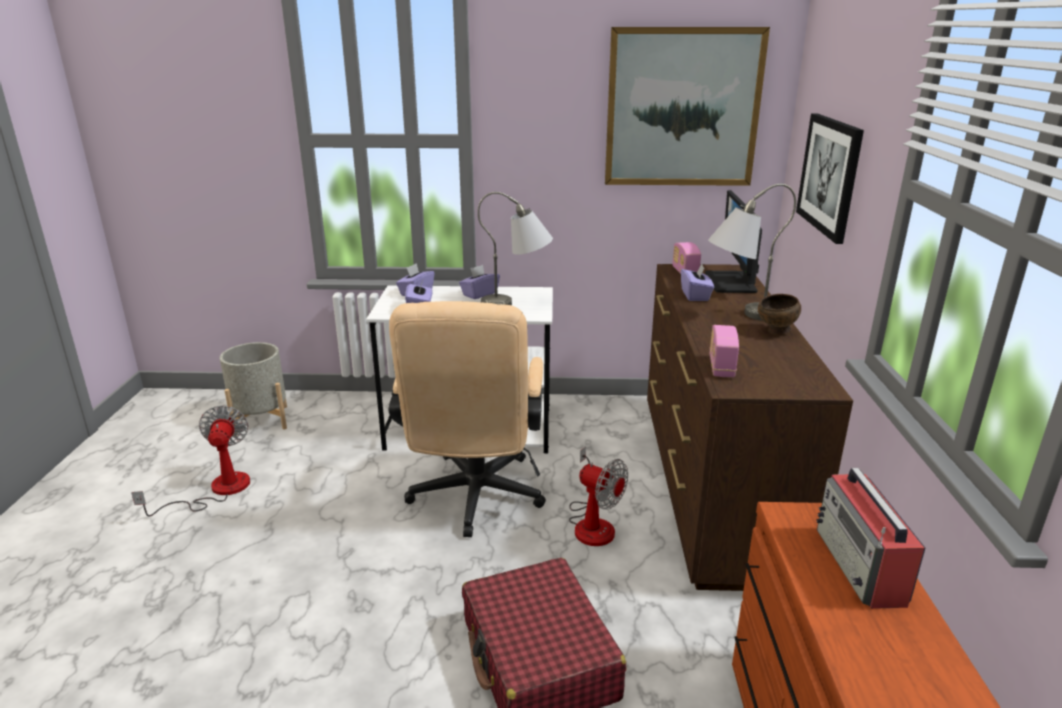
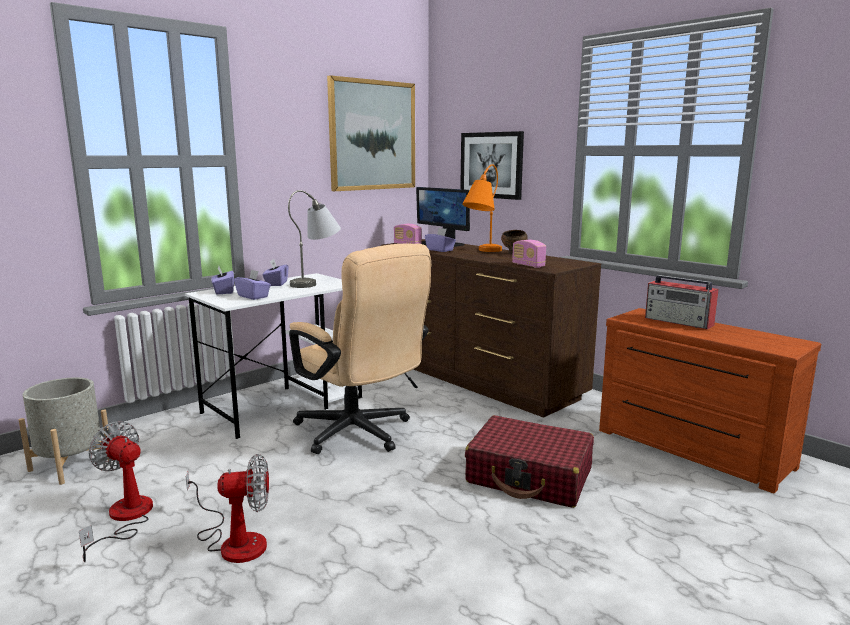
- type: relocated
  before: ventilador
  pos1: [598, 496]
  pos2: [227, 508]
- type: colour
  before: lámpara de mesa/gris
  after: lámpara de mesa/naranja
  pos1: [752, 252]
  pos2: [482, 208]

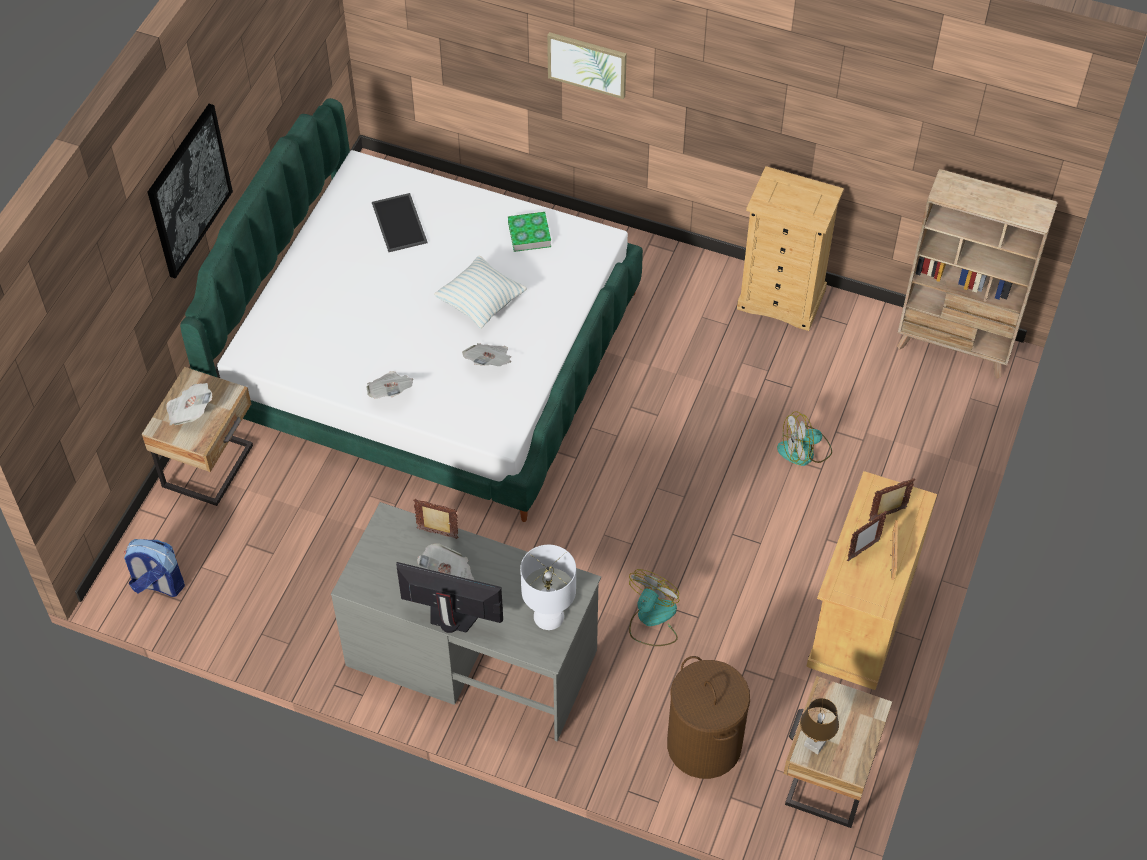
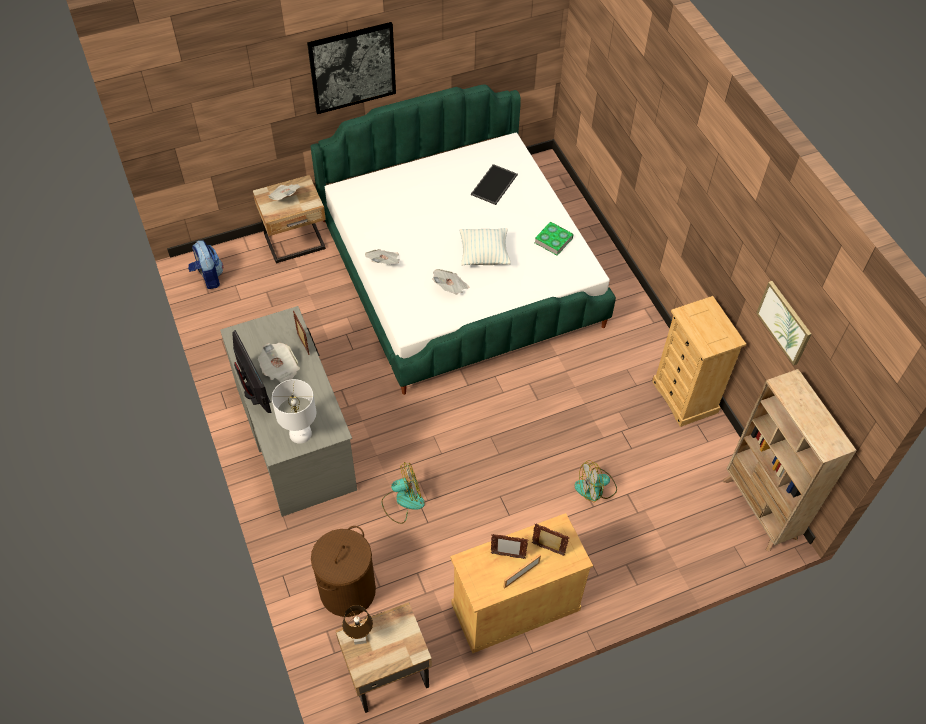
- type: spun
  before: ventilador
  pos1: [804, 438]
  pos2: [595, 481]
  turn: -45
- type: relocated
  before: cuadro
  pos1: [587, 65]
  pos2: [783, 323]

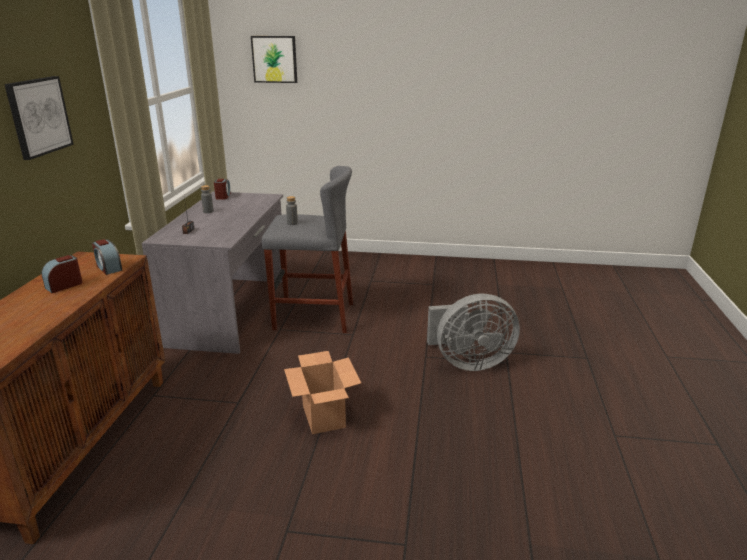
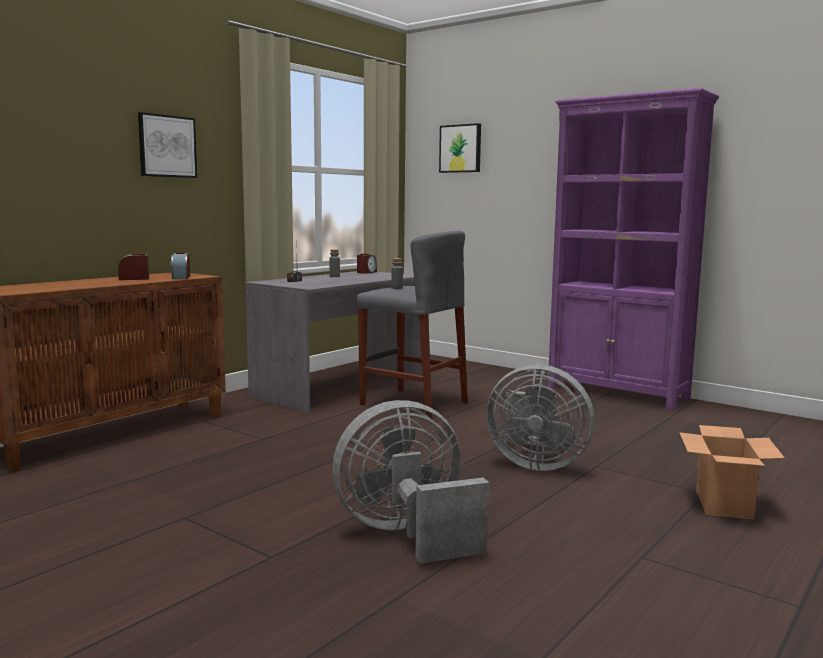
- type: appeared
  after: ventilador/gris
  pos2: [410, 482]
- type: appeared
  after: estantería/morado
  pos2: [633, 249]
- type: relocated
  before: caja de cartón
  pos1: [322, 392]
  pos2: [732, 472]

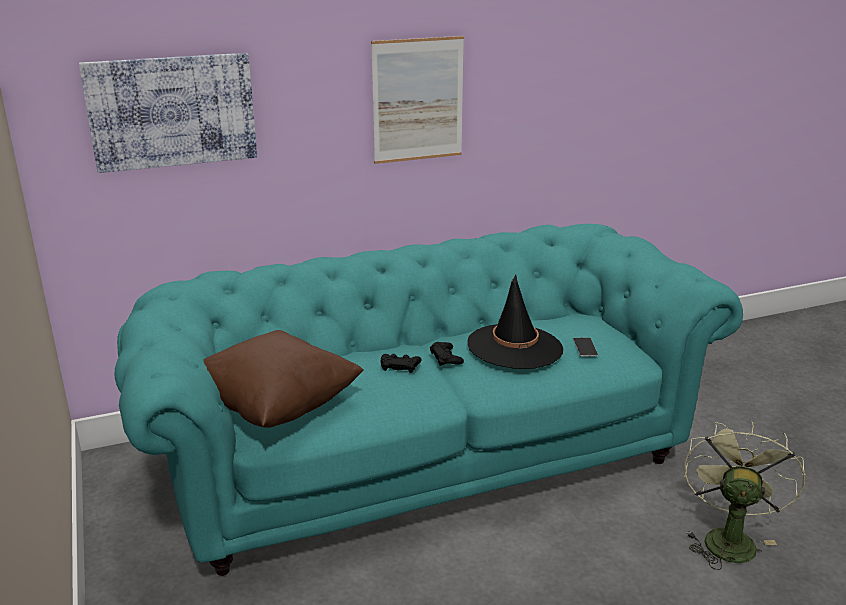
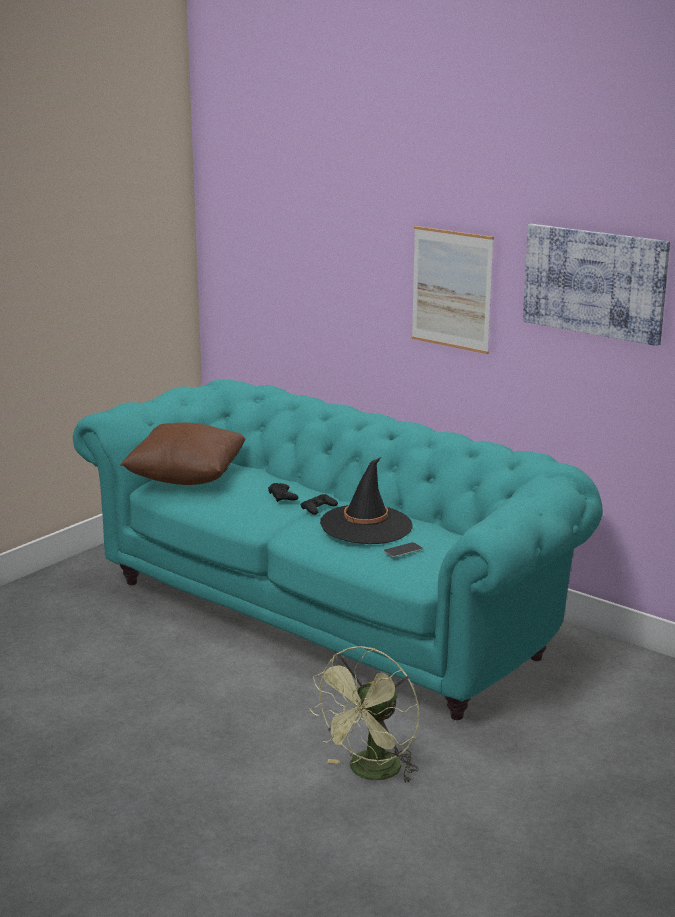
- type: spun
  before: ventilador/verde
  pos1: [744, 495]
  pos2: [364, 715]
  turn: 135
- type: relocated
  before: cuadro
  pos1: [168, 113]
  pos2: [596, 285]

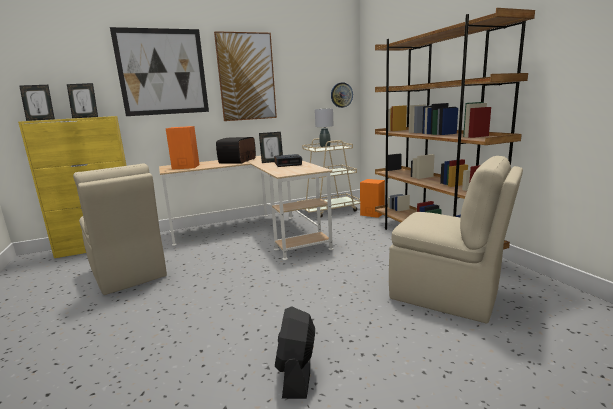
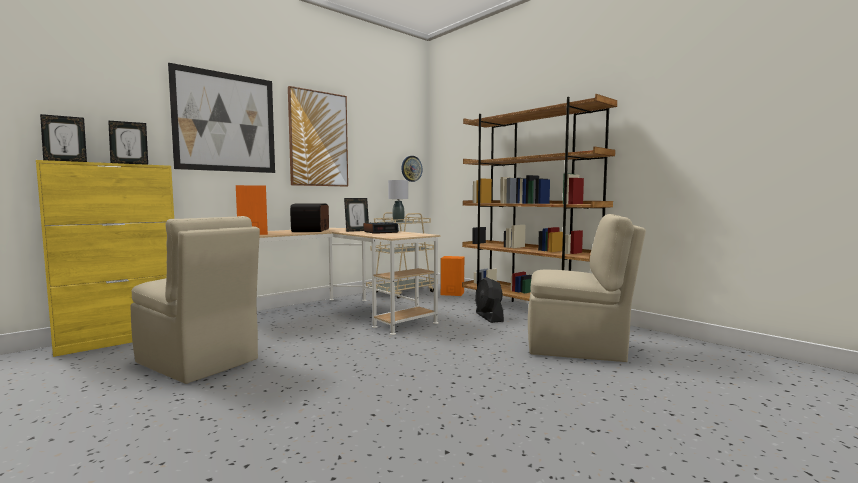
- type: relocated
  before: ventilador/negro
  pos1: [295, 352]
  pos2: [489, 300]

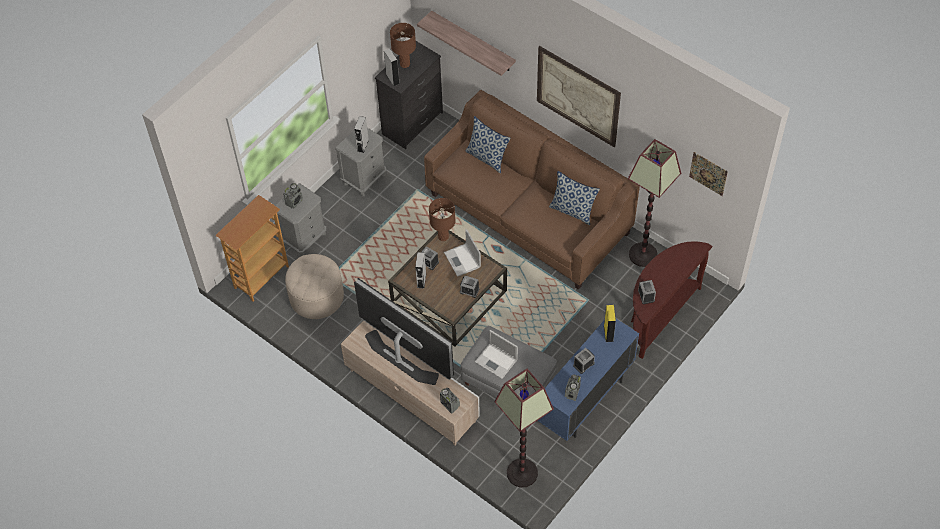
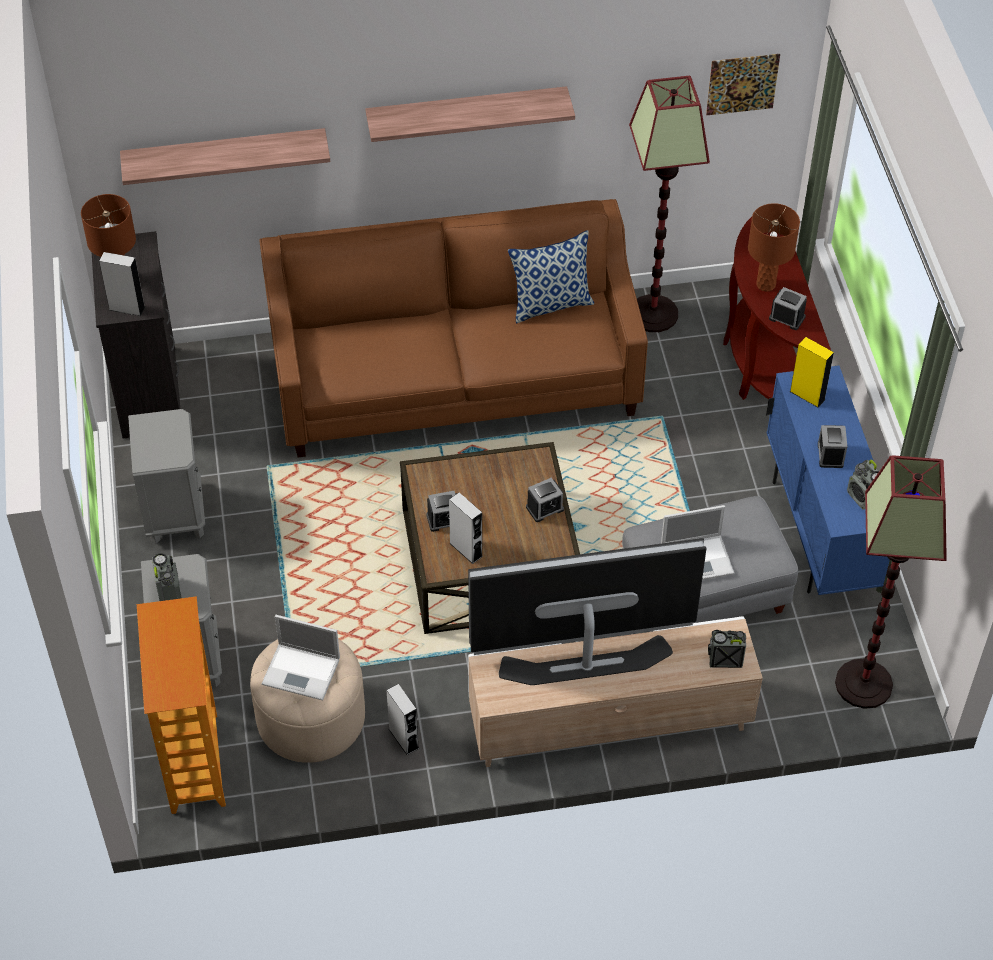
- type: relocated
  before: portátil
  pos1: [462, 253]
  pos2: [301, 658]
- type: exchanged
  before: cuadro
  after: estante
  pos1: [579, 96]
  pos2: [470, 114]
- type: relocated
  before: altavoz/gris
  pos1: [361, 134]
  pos2: [402, 719]
- type: relocated
  before: lámpara de mesa/marrón
  pos1: [442, 219]
  pos2: [774, 247]
- type: missing
  before: cojín
  pos1: [488, 144]

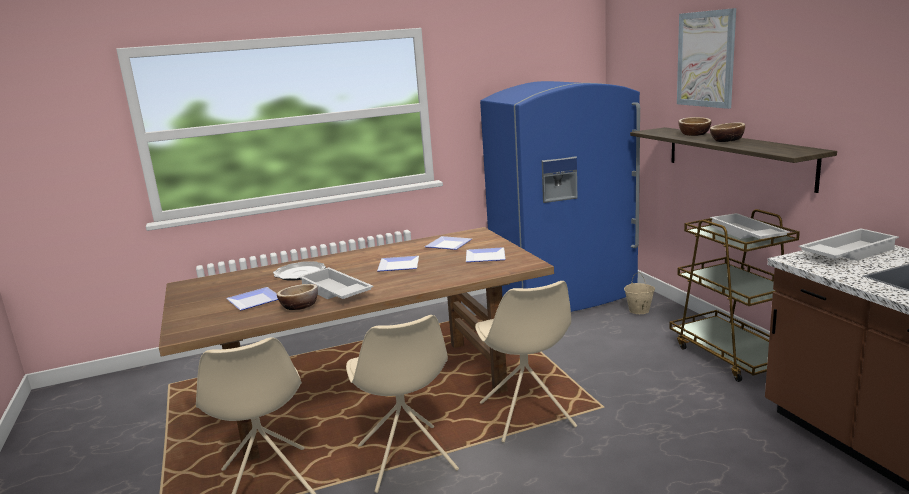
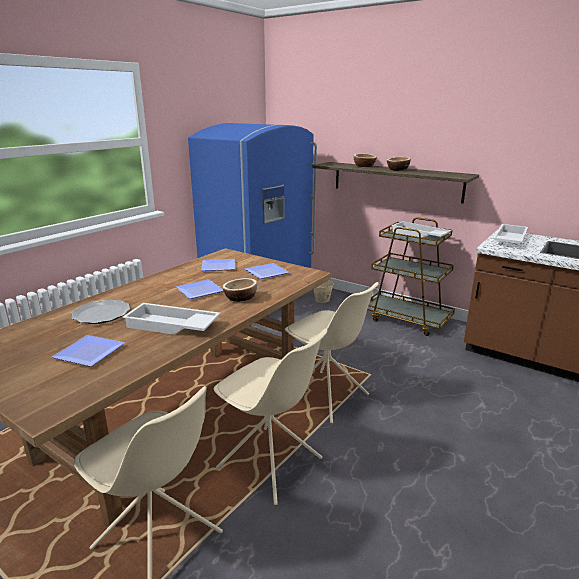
- type: relocated
  before: cuenco
  pos1: [297, 297]
  pos2: [240, 290]
- type: missing
  before: cuadro
  pos1: [706, 58]

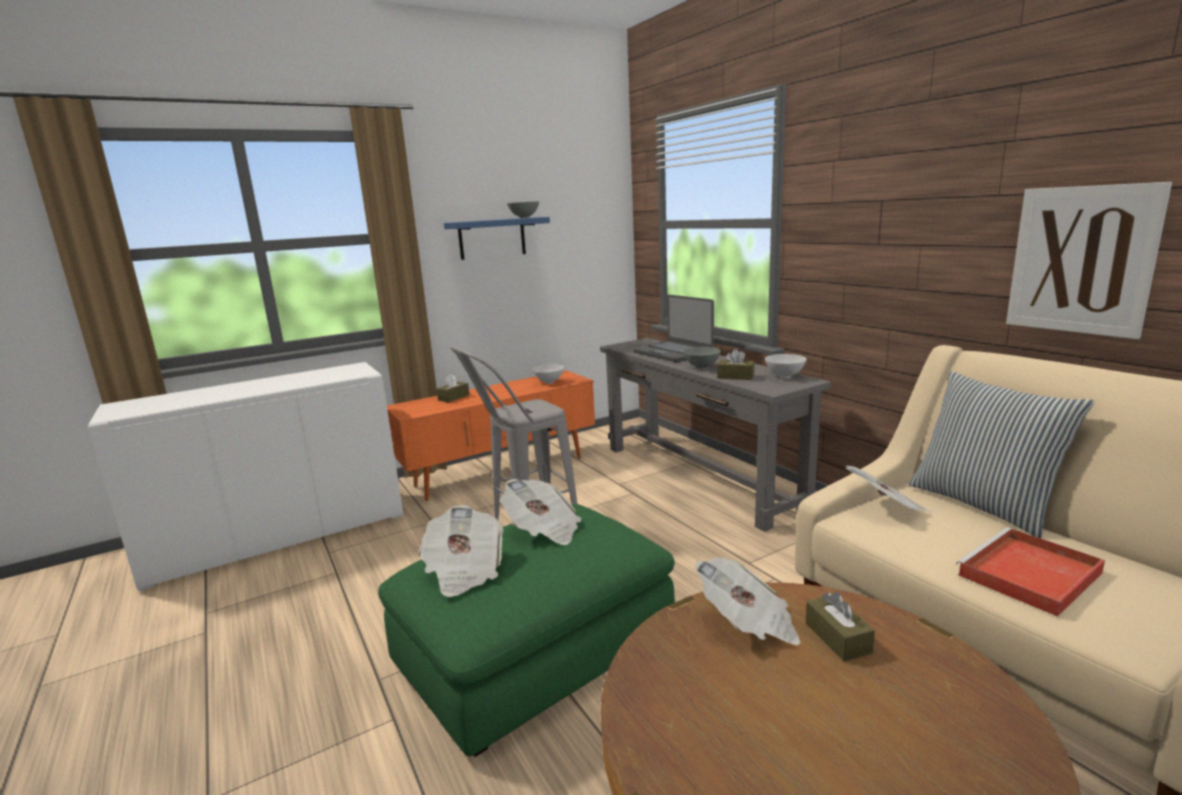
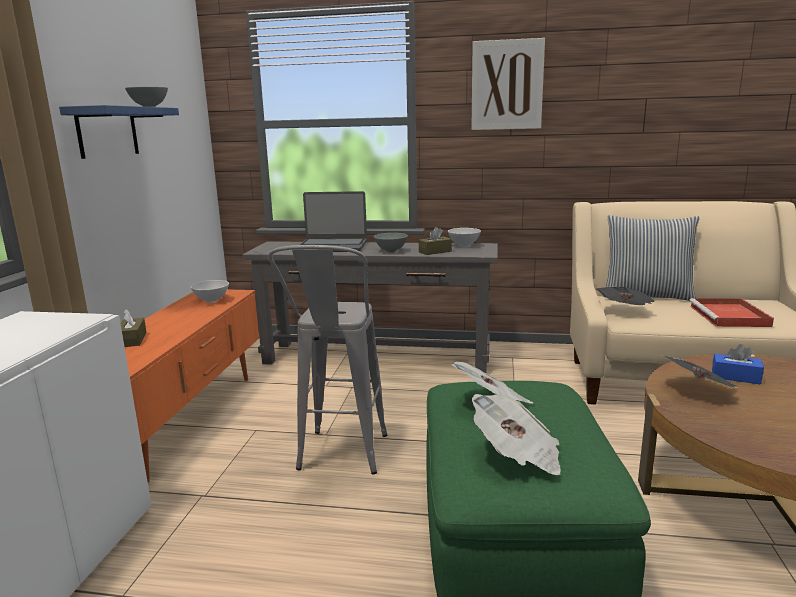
- type: relocated
  before: cuadro
  pos1: [1089, 260]
  pos2: [508, 84]
- type: colour
  before: caja de pañuelos/marrón
  after: caja de pañuelos/azul
  pos1: [840, 627]
  pos2: [738, 364]

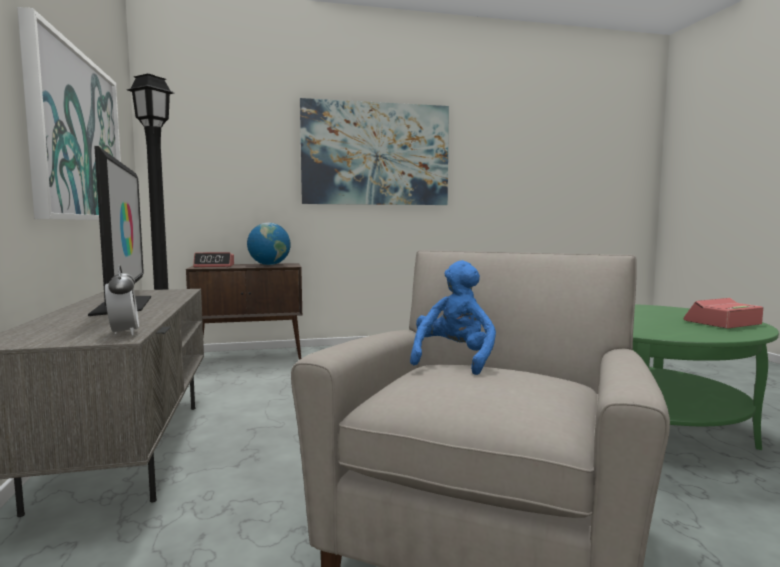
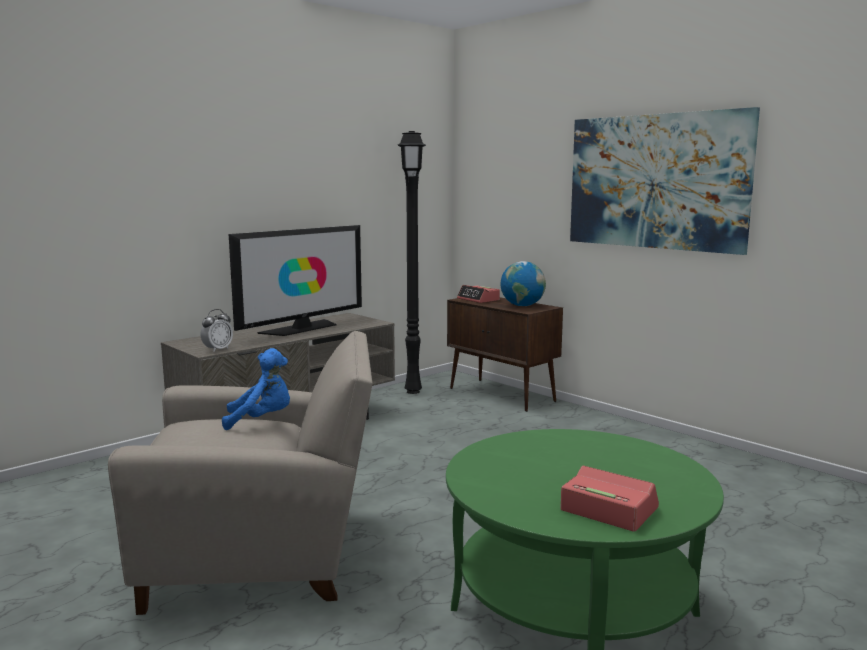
- type: missing
  before: cuadro
  pos1: [69, 113]

